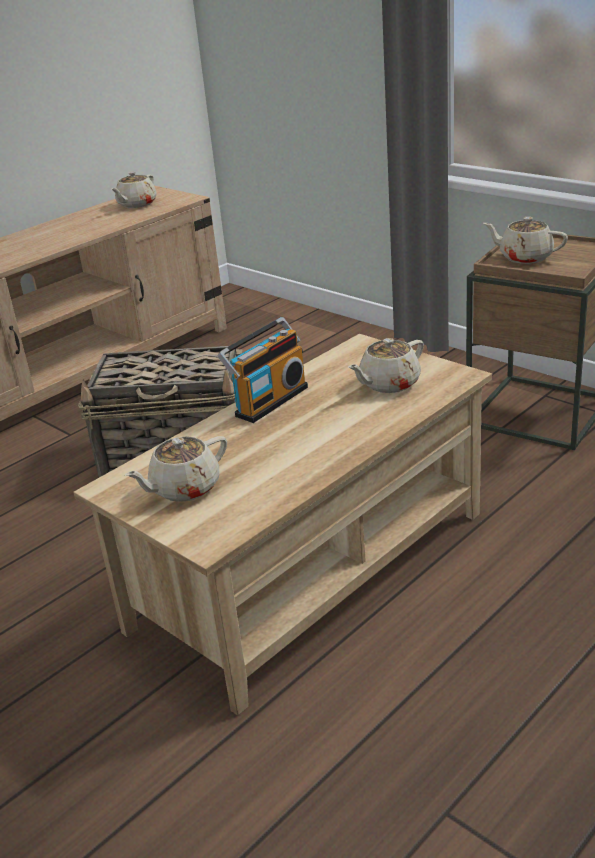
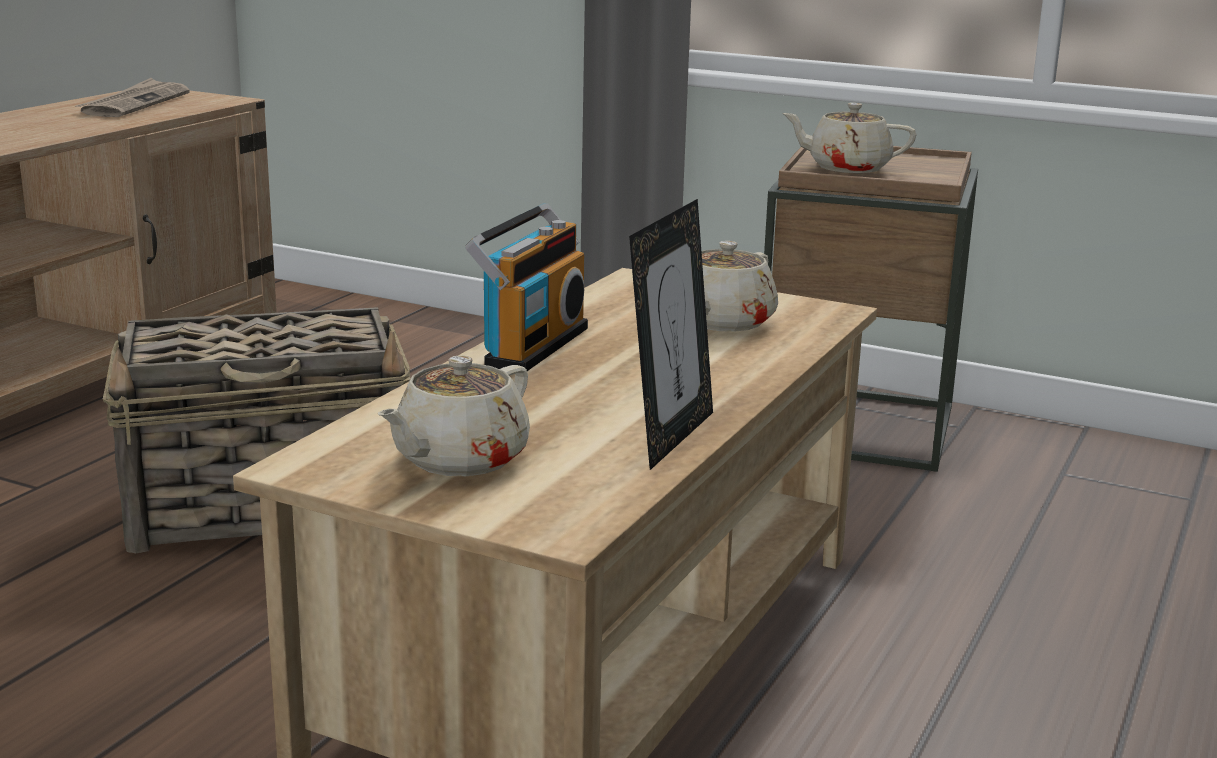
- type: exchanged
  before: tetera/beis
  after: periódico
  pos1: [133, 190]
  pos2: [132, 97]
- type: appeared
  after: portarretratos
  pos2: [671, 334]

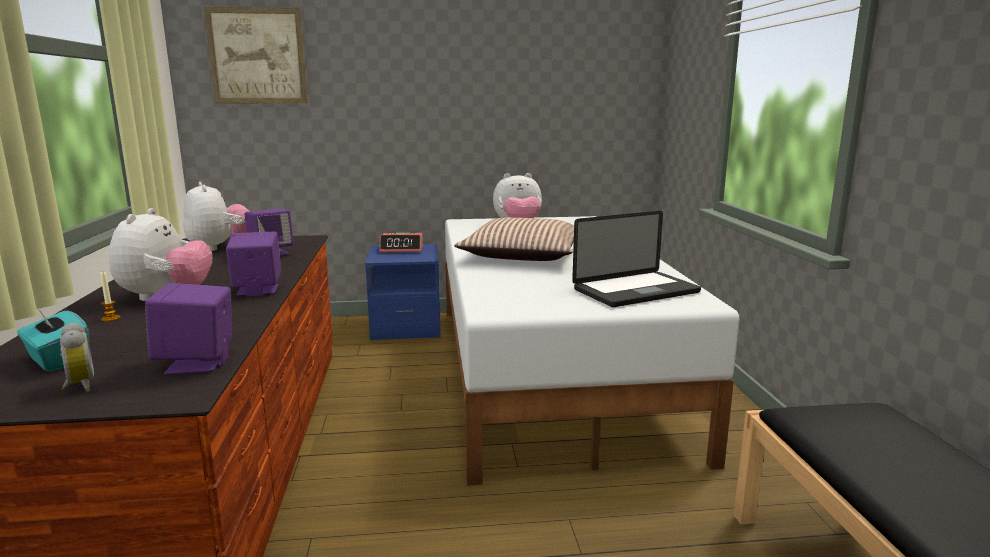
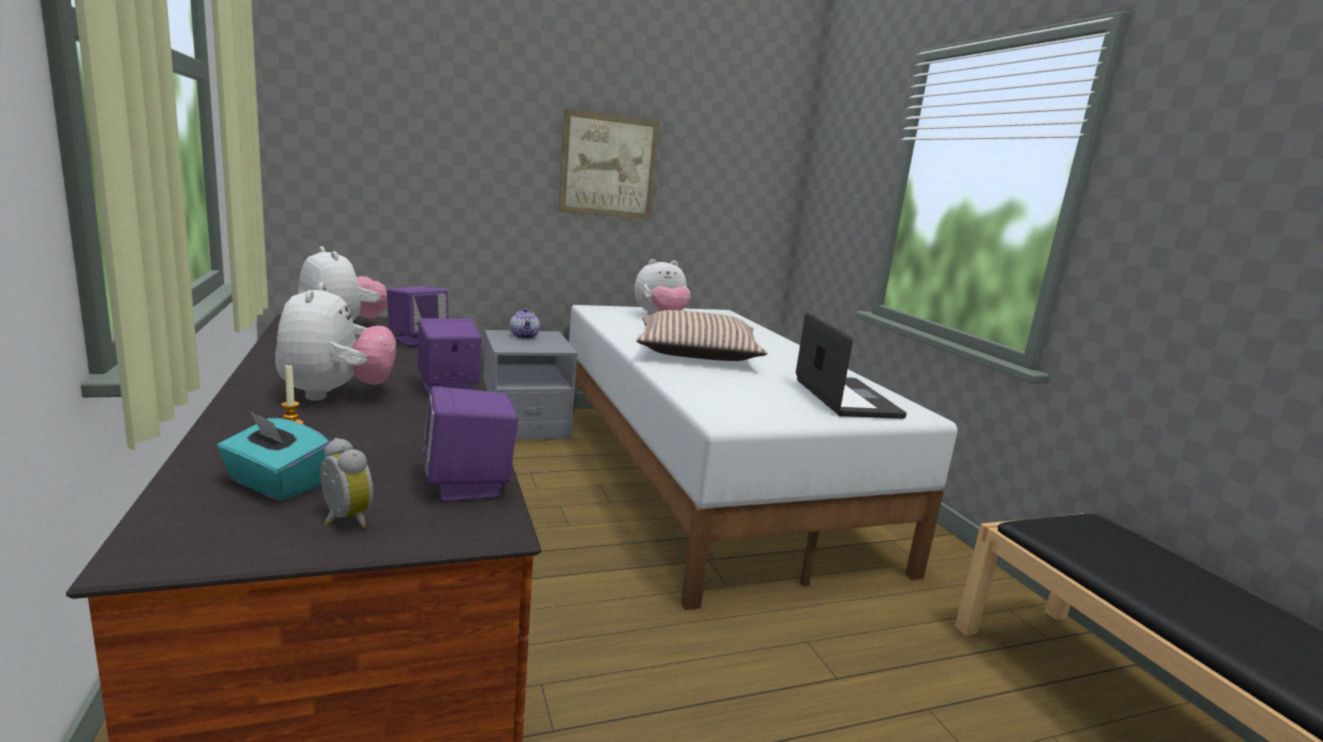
- type: colour
  before: mesita de noche/azul
  after: mesita de noche/gris
  pos1: [403, 292]
  pos2: [530, 385]
- type: exchanged
  before: despertador
  after: tetera
  pos1: [401, 243]
  pos2: [525, 323]
- type: relocated
  before: cuadro
  pos1: [256, 55]
  pos2: [609, 164]
- type: spun
  before: portátil
  pos1: [636, 259]
  pos2: [851, 365]
  turn: -60

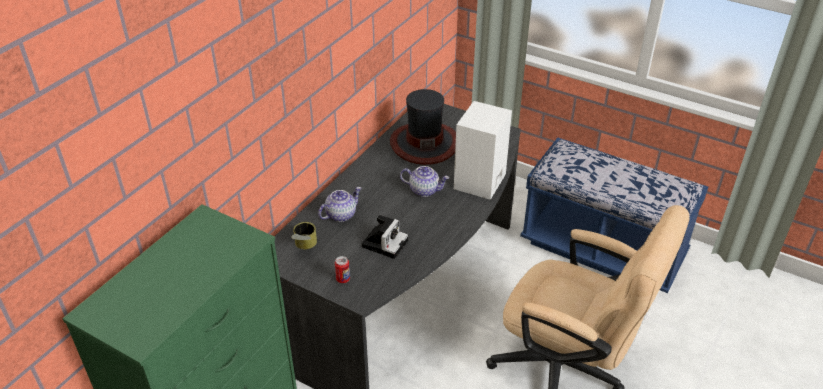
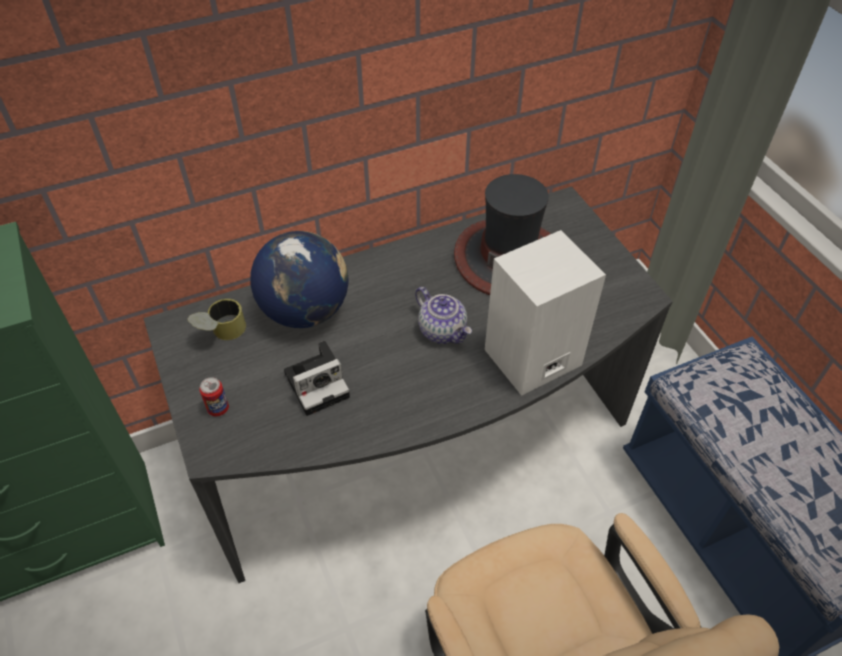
- type: exchanged
  before: tetera
  after: globo terráqueo
  pos1: [339, 204]
  pos2: [299, 279]

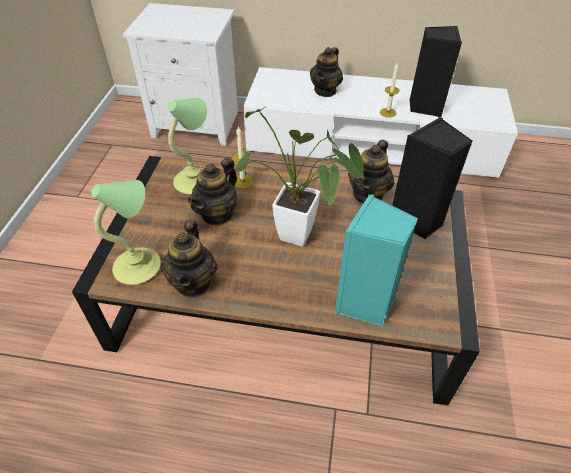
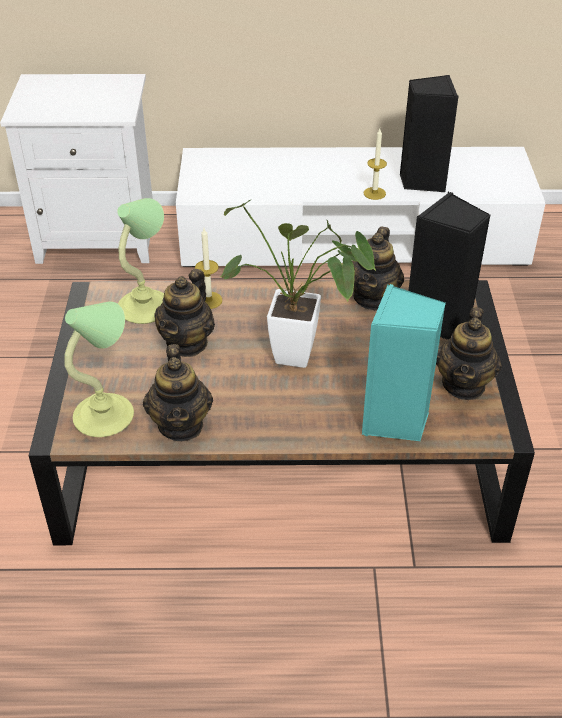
- type: relocated
  before: tetera
  pos1: [326, 72]
  pos2: [469, 353]

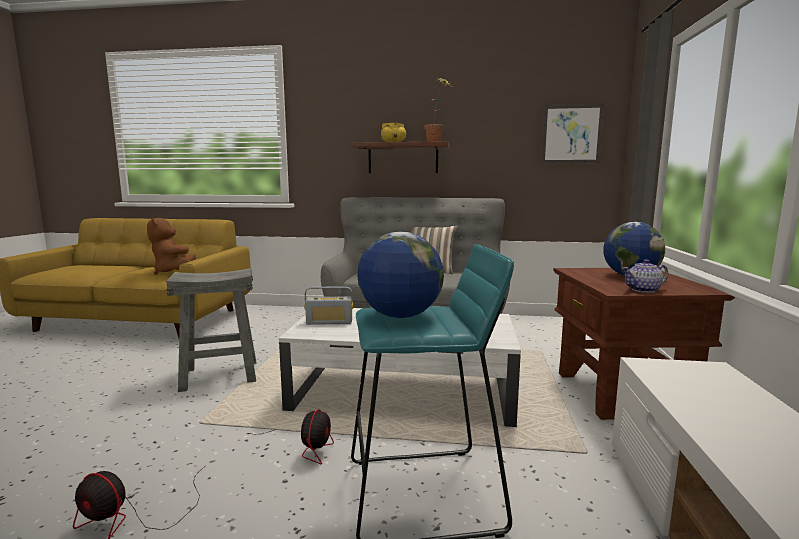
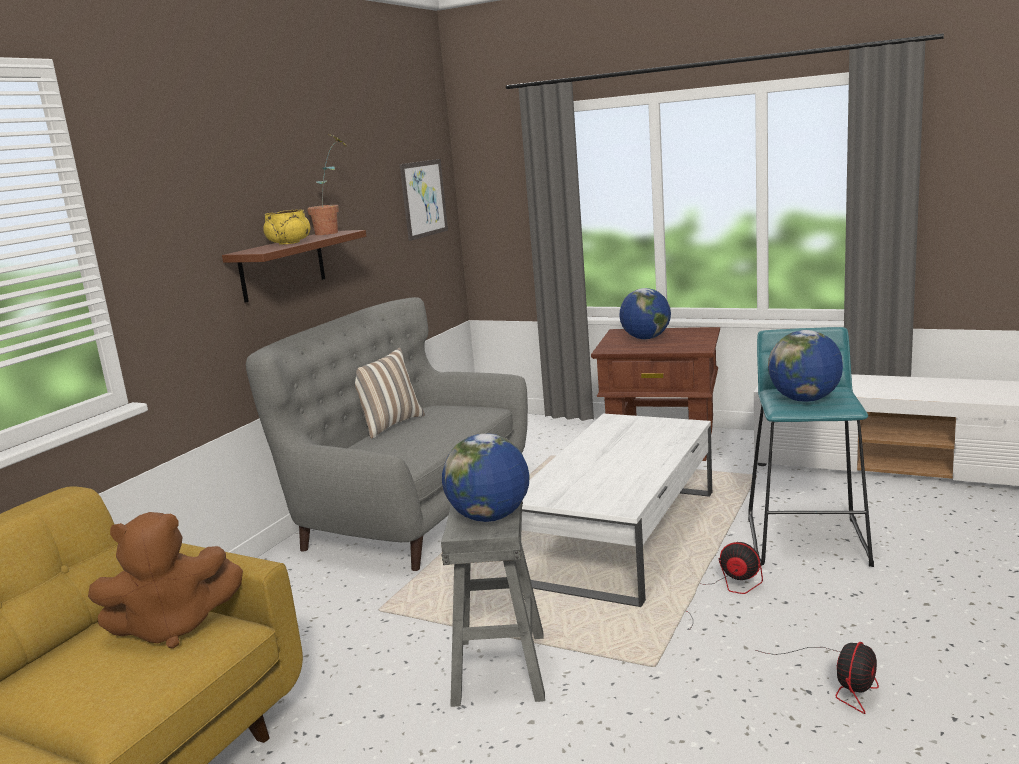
- type: appeared
  after: globo terráqueo
  pos2: [486, 478]
- type: missing
  before: radio
  pos1: [328, 305]
- type: missing
  before: tetera
  pos1: [645, 276]

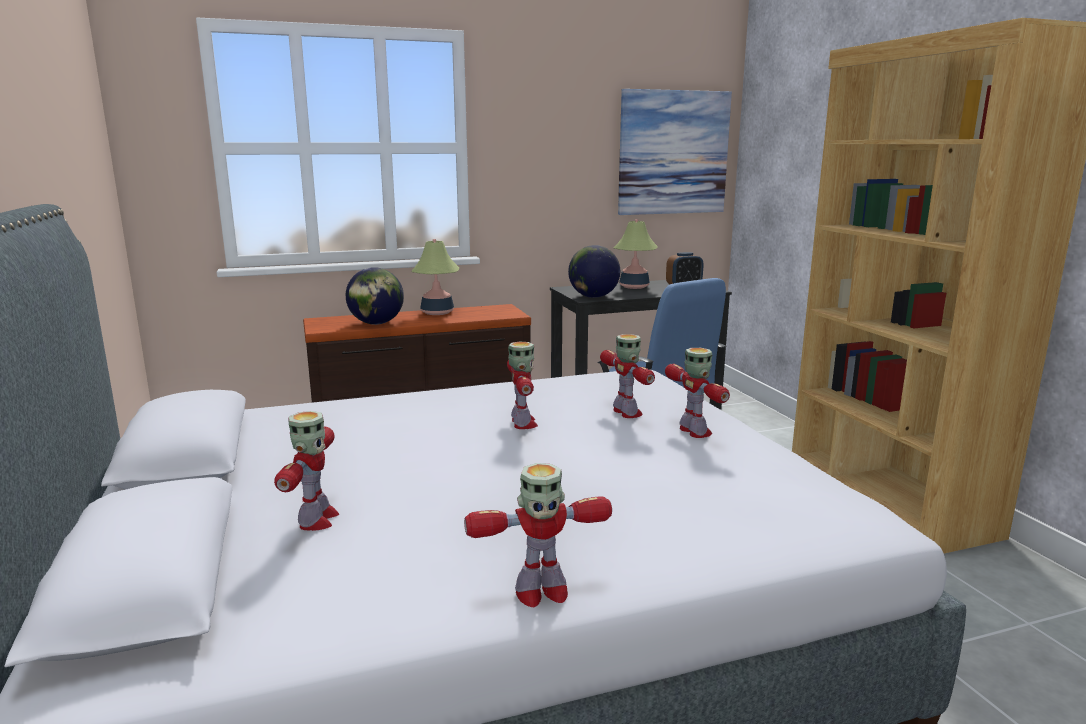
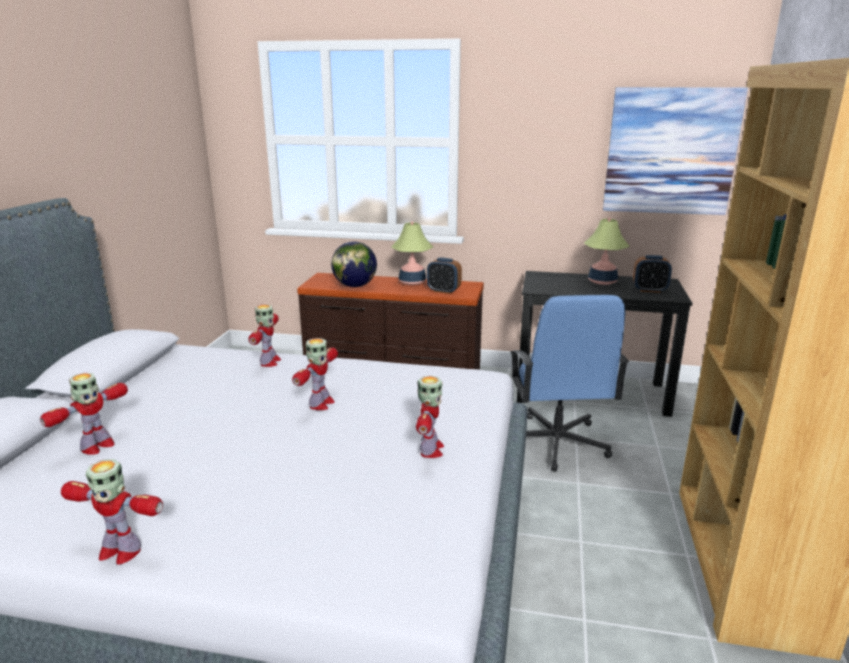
- type: relocated
  before: robot de juguete
  pos1: [627, 376]
  pos2: [264, 335]
- type: appeared
  after: despertador
  pos2: [444, 275]
- type: missing
  before: globo terráqueo
  pos1: [594, 271]

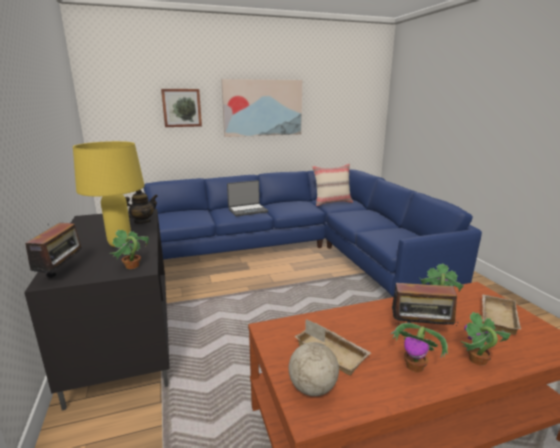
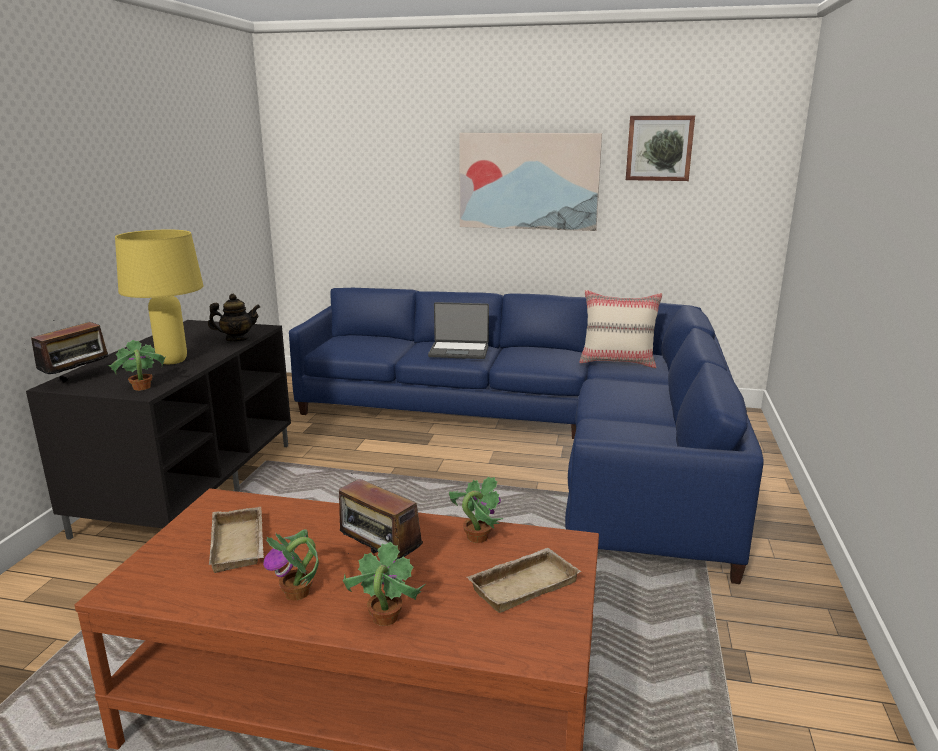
- type: relocated
  before: cuadro
  pos1: [181, 108]
  pos2: [660, 148]
- type: missing
  before: globo terráqueo
  pos1: [314, 357]

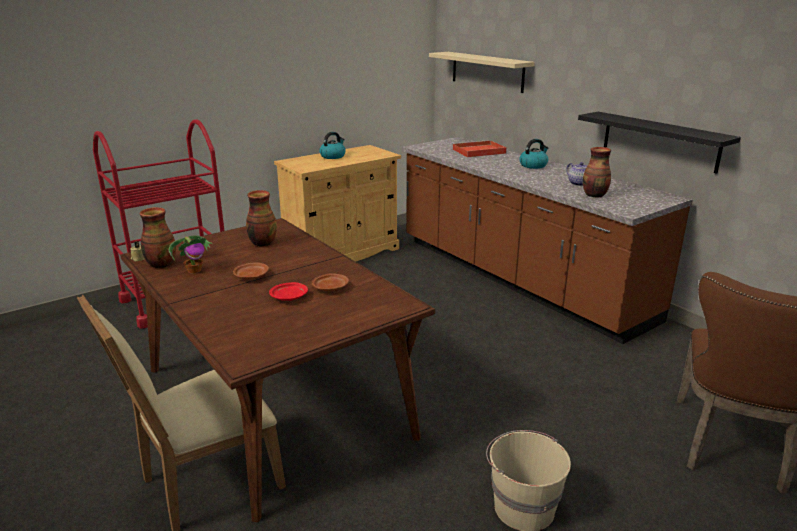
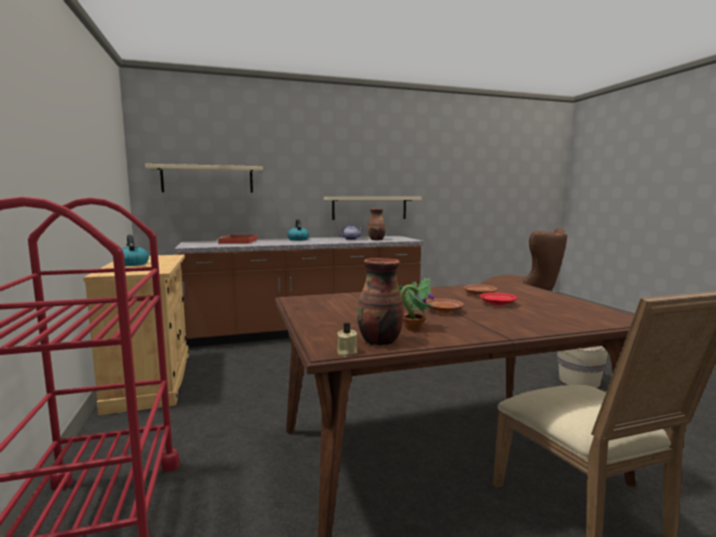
- type: colour
  before: estante/negro
  after: estante/beis
  pos1: [659, 143]
  pos2: [372, 208]
- type: missing
  before: florero
  pos1: [261, 218]

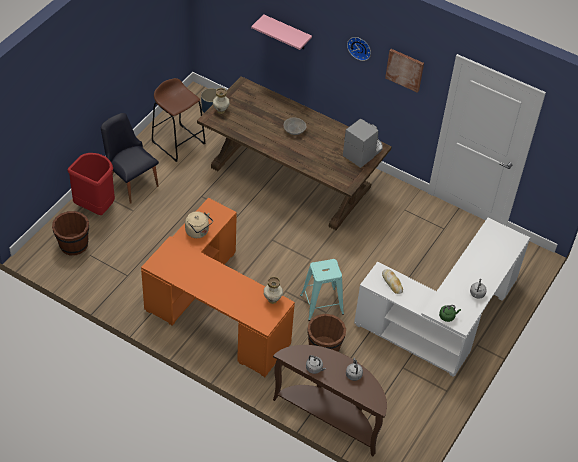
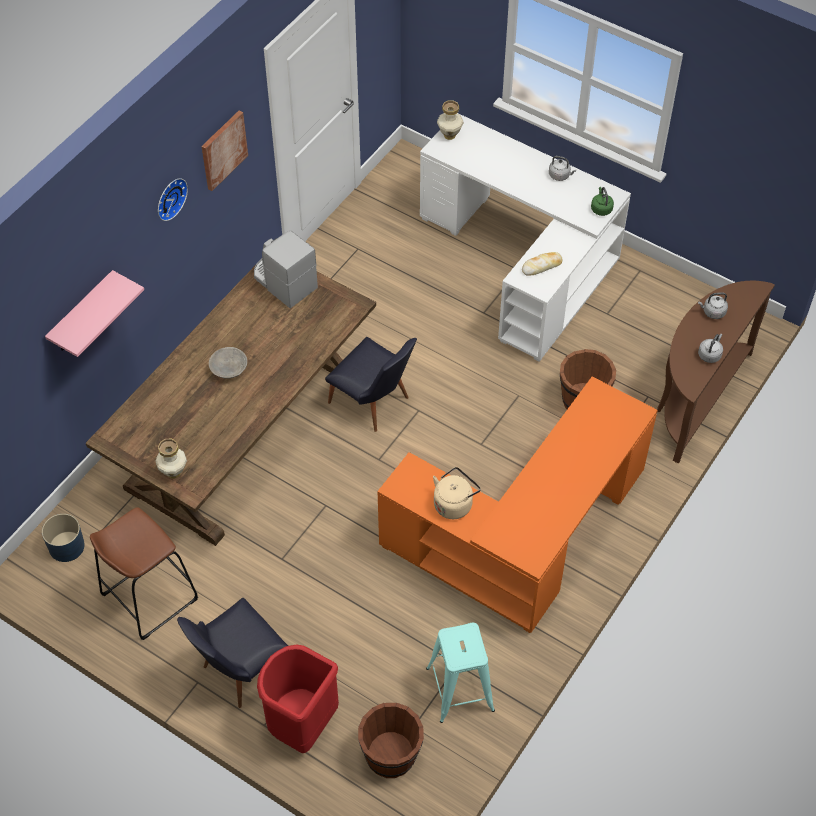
- type: appeared
  after: silla/negro
  pos2: [371, 384]
- type: relocated
  before: taburete/turquesa
  pos1: [322, 290]
  pos2: [460, 673]
- type: relocated
  before: florero
  pos1: [273, 290]
  pos2: [450, 120]

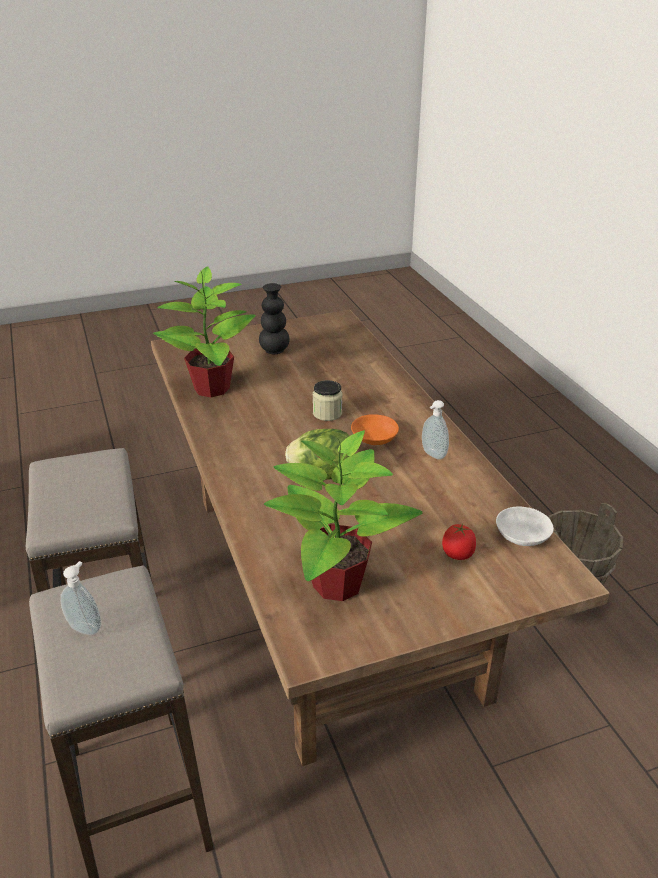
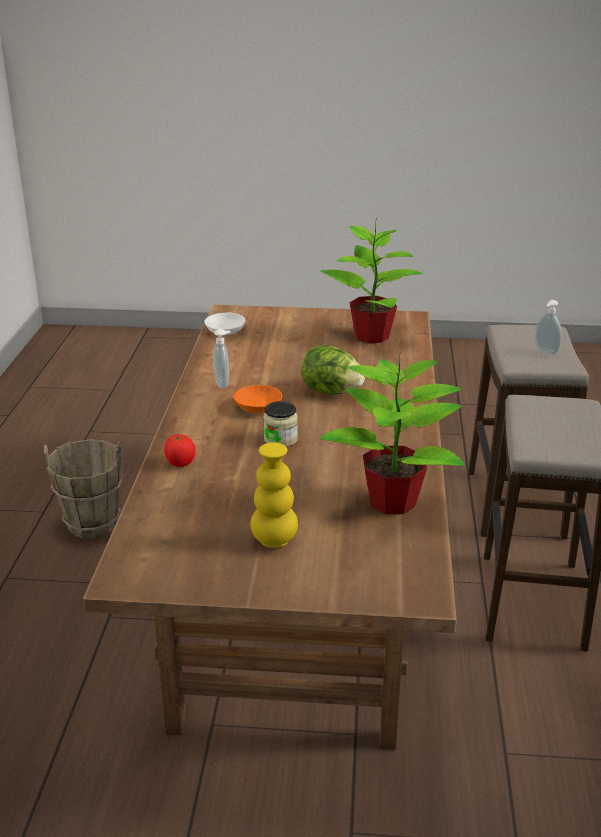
- type: relocated
  before: tomate
  pos1: [459, 542]
  pos2: [180, 450]
- type: colour
  before: florero/negro
  after: florero/amarillo
  pos1: [274, 318]
  pos2: [274, 495]

